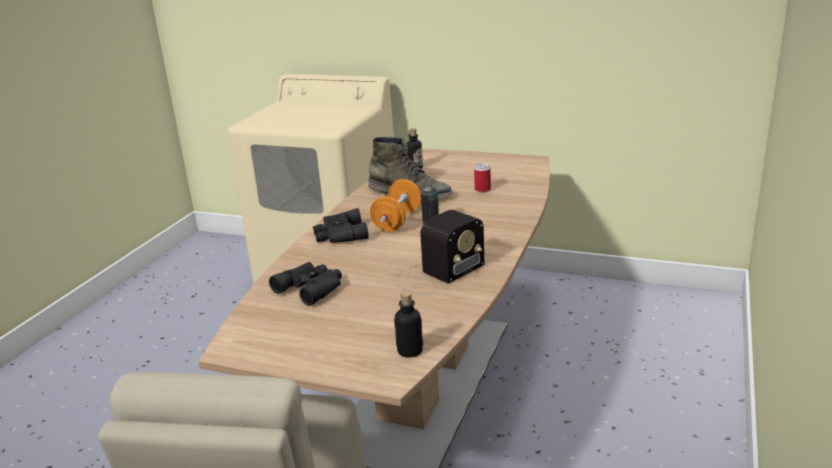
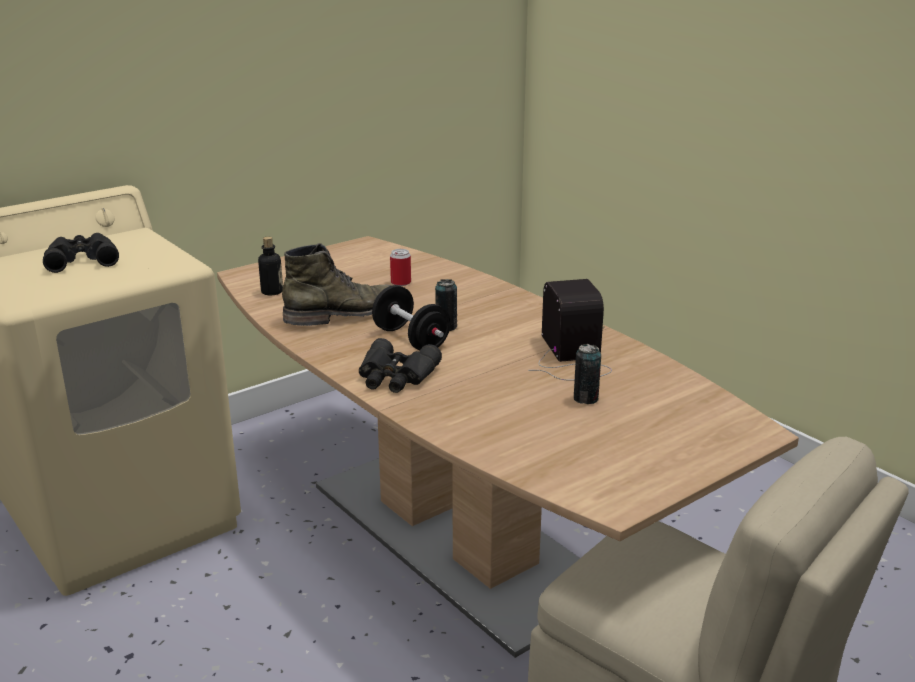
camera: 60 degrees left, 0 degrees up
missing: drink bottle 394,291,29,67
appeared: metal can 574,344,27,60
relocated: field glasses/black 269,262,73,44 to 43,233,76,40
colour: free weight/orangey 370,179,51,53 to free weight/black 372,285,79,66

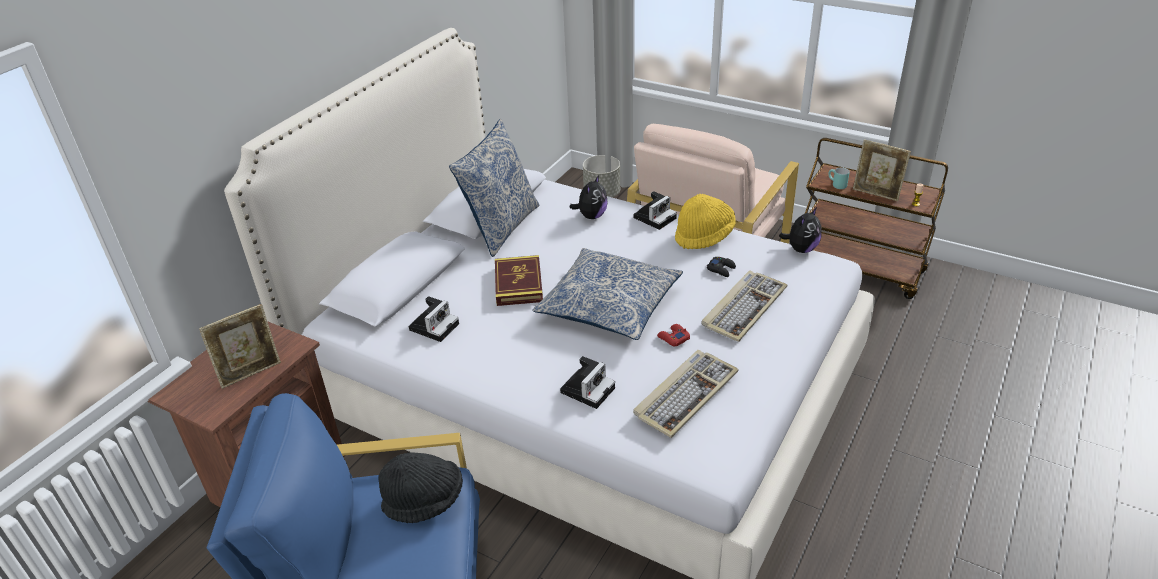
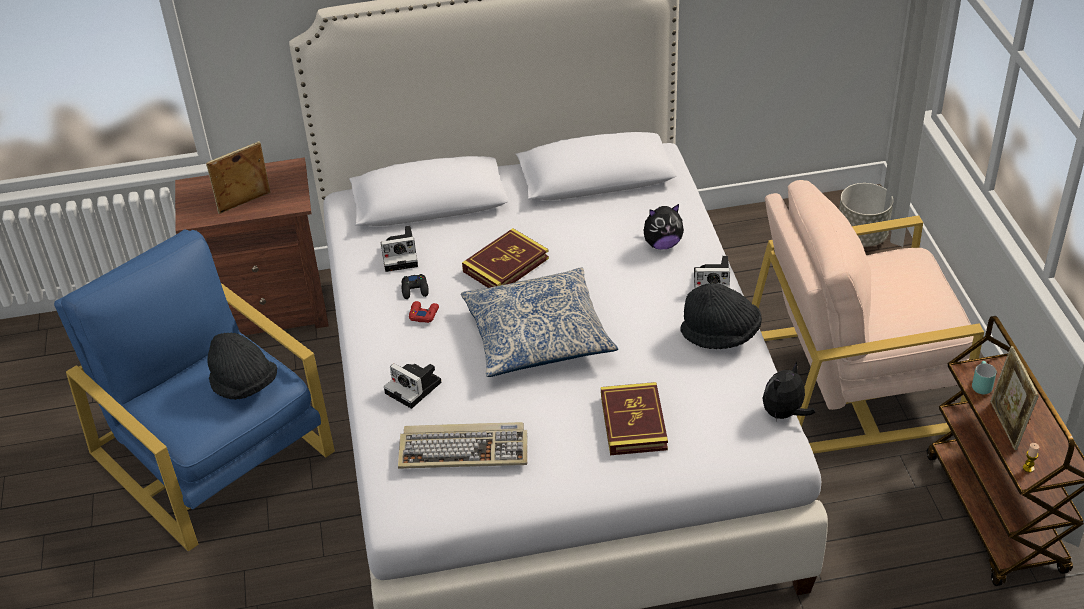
camera: 50 degrees right, 5 degrees up
missing: cushion 449,119,90,138
relocated: gamepad/red 657,324,33,22 to 409,301,30,22; gamepad/black 707,257,29,20 to 402,274,27,25
exchanged: keyboard 701,271,86,71 to book 601,382,67,73
colour: clothing hat/yellow 675,194,61,55 to clothing hat/black 680,283,82,66
spun: standing frame 199,304,82,85 = 206,141,64,73 135 degrees clockwise; still camera 560,356,55,53 = 384,363,57,46 45 degrees clockwise; plush toy 779,207,43,46 = 763,361,52,60 135 degrees clockwise

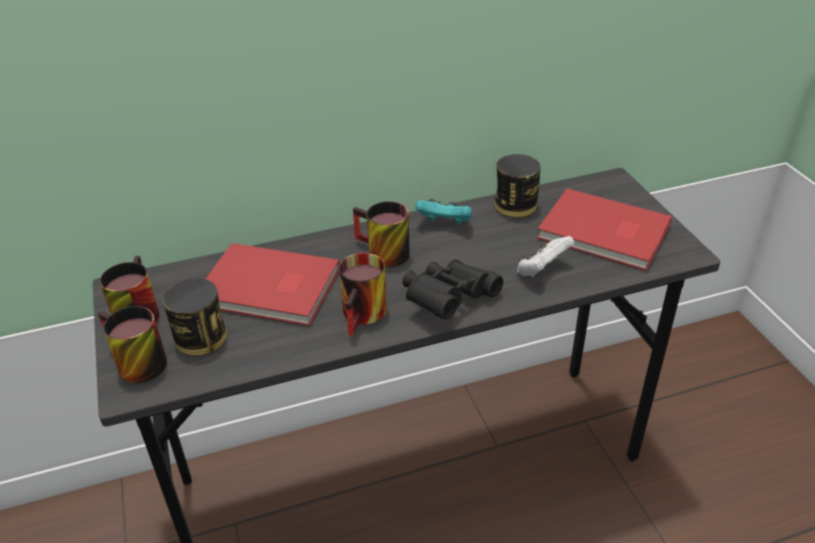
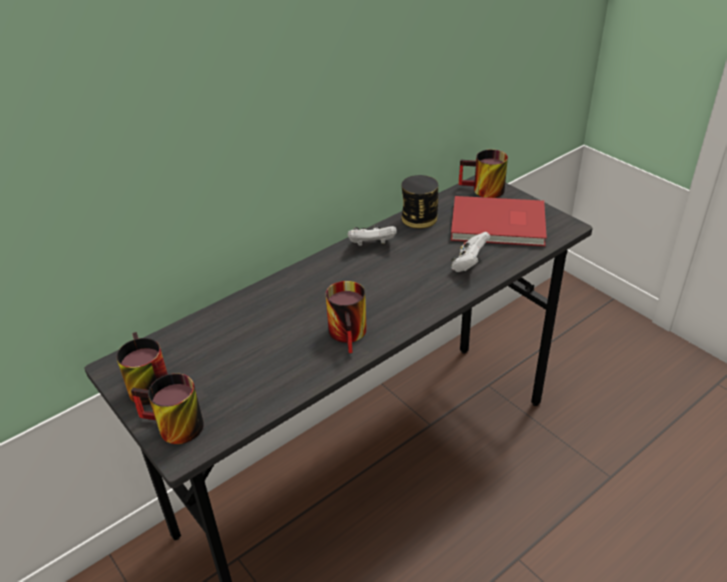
camera: 20 degrees left, 0 degrees up
missing: metal can 163,278,64,78; book/red 206,243,134,83; field glasses/black 403,259,100,60
relocated: mug 353,201,57,66 to 459,149,49,49
colour: gamepad/turquoise 416,199,56,26 to gamepad/white 348,226,49,20

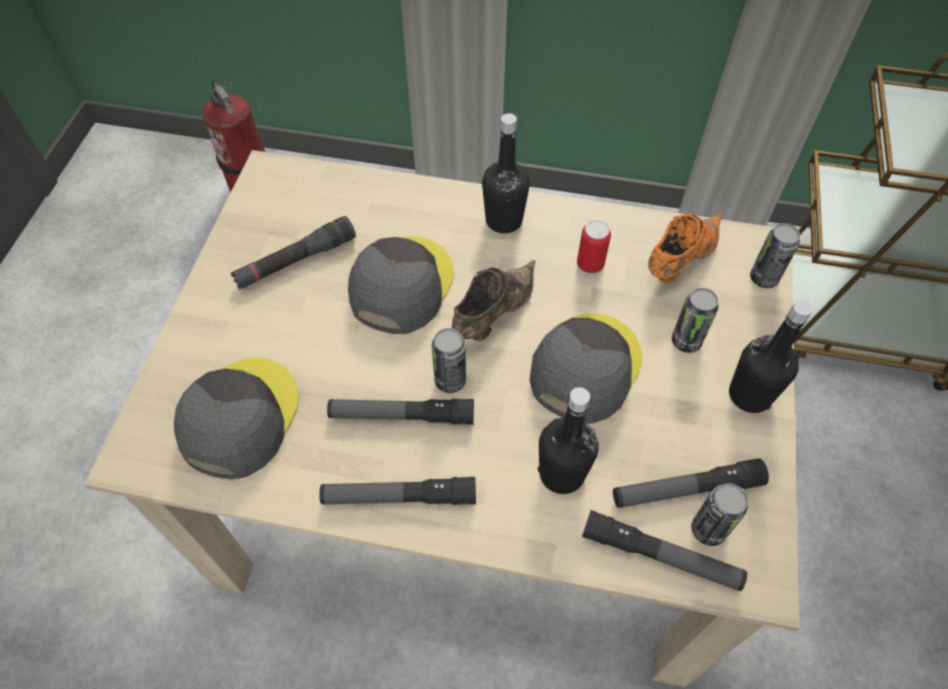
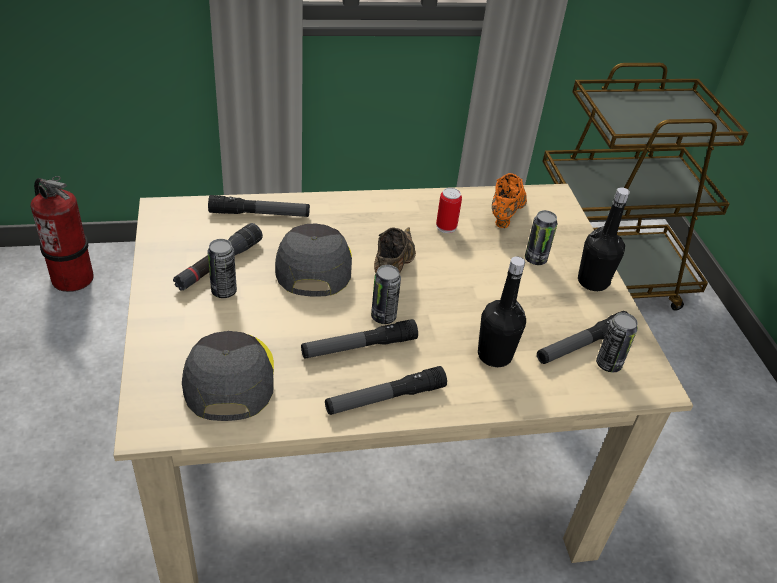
camera: 25 degrees left, 15 degrees down
missing: drink bottle/black 482,113,48,120; peaked cap/grey 529,313,113,111
relocated: torch 582,510,165,81 to 208,195,102,22; metal can 750,223,50,65 to 207,239,30,59

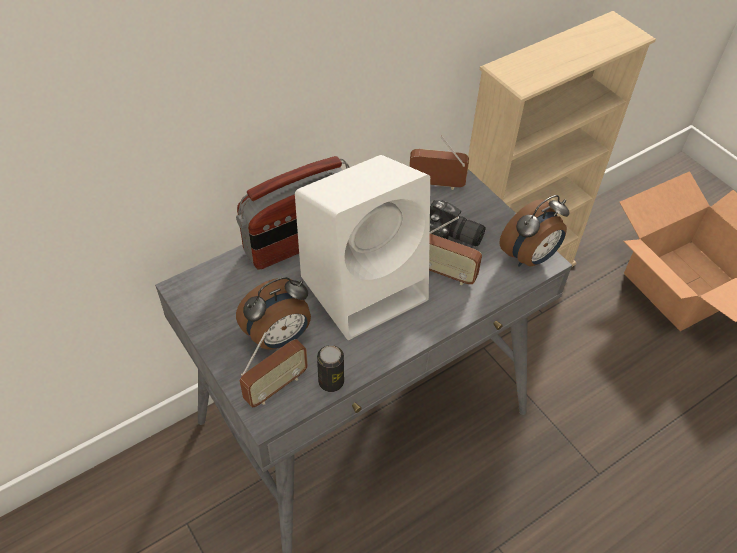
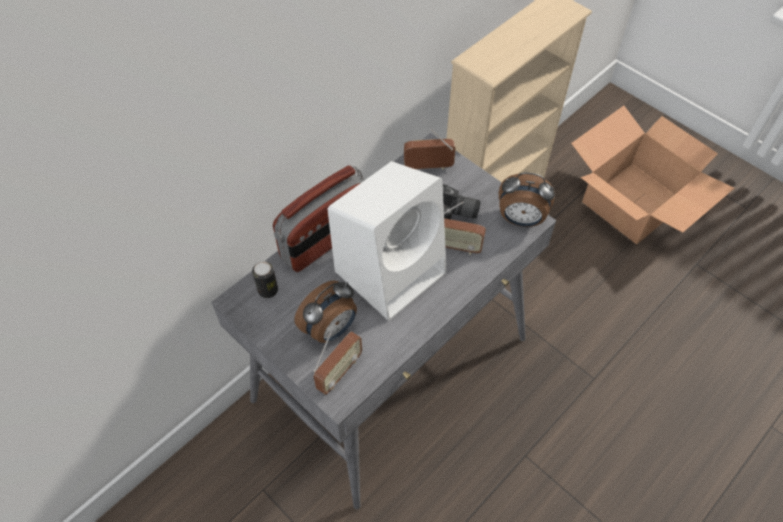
camera: 10 degrees left, 5 degrees up
relocated: metal can 317,345,27,47 to 252,261,26,37
spun: table clock 499,195,70,72 = 499,172,56,55 60 degrees clockwise

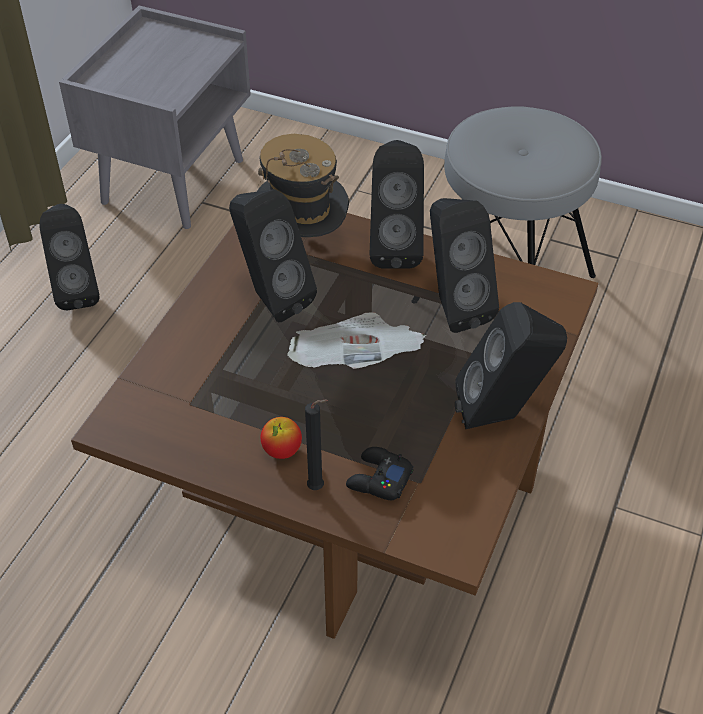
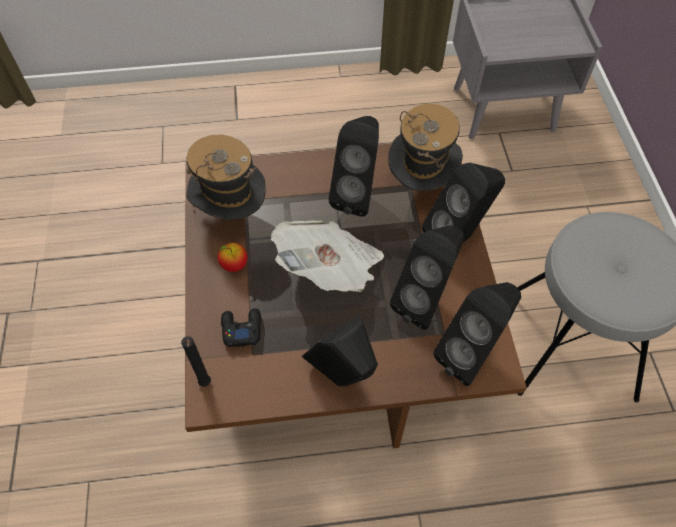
camera: 60 degrees right, 10 degrees up
appeared: clothing hat 186,135,79,85
relocated: loudspeaker/black 39,204,61,106 to 433,282,88,104; candle/black 305,399,23,91 to 181,336,30,51

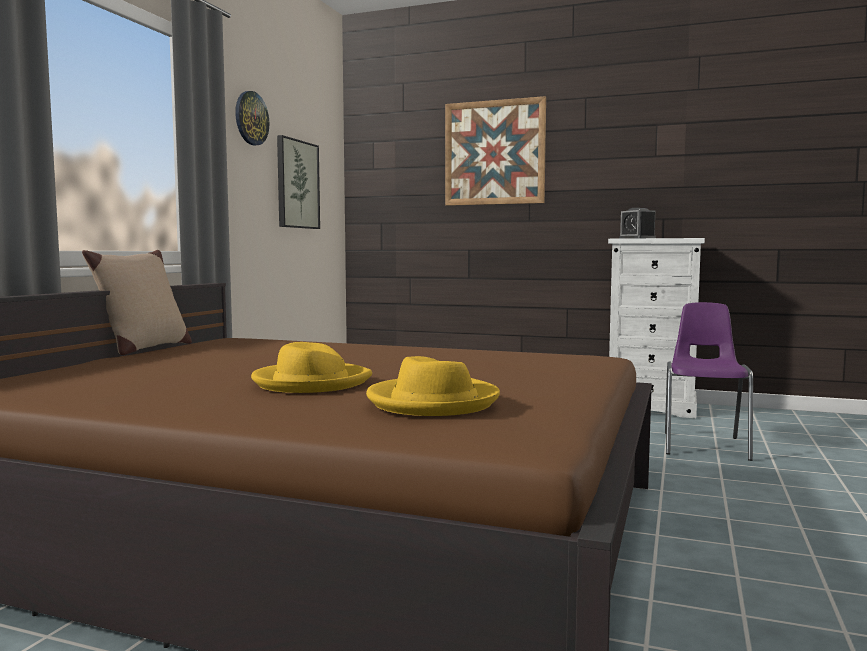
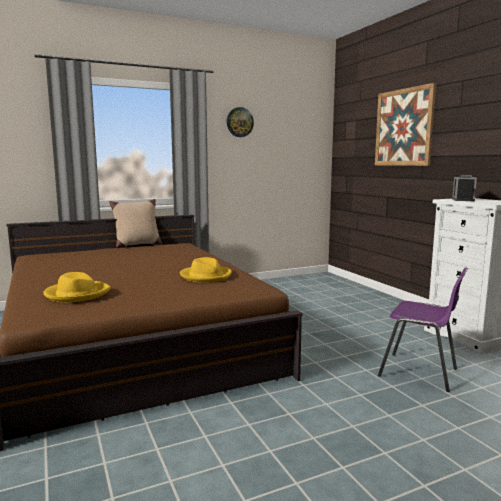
camera: 45 degrees right, 5 degrees up
missing: wall picture 277,135,43,94
relocated: clothing hat/yellow 251,342,121,51 to 180,257,52,25
spun: chair/purple 665,302,88,159 = 378,267,90,125 60 degrees clockwise

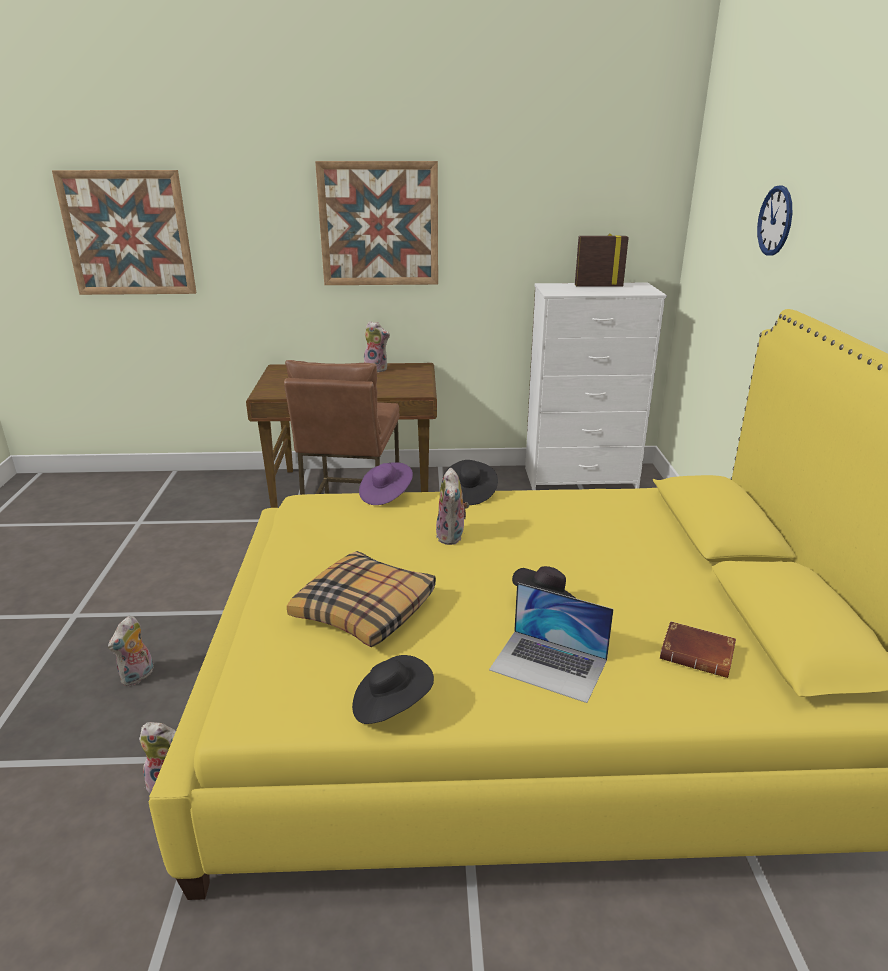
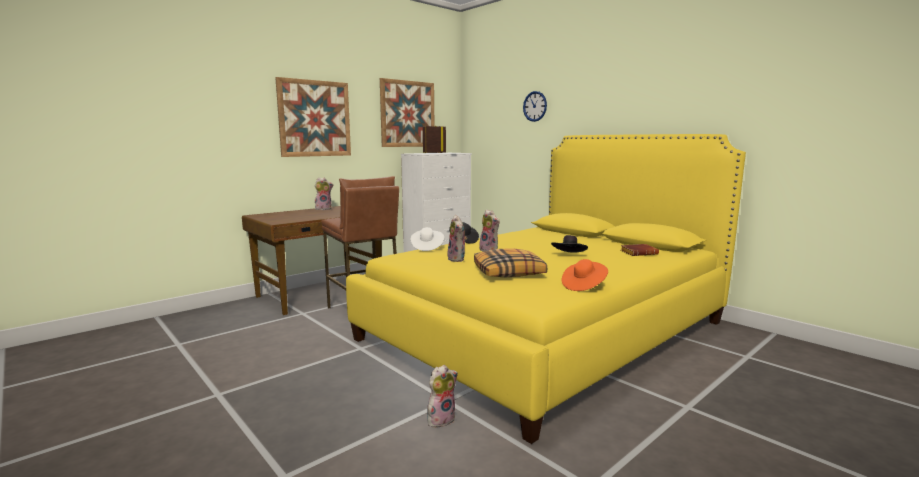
camera: 40 degrees left, 15 degrees down
missing: portable computer 489,582,125,121
relocated: wall picture 52,170,145,125 to 380,78,54,69; plush toy 108,616,46,70 to 447,215,20,47
colour: clothing hat/black 352,655,82,69 to clothing hat/orangey 562,259,46,32; clothing hat/purple 359,462,54,43 to clothing hat/white 410,227,34,24

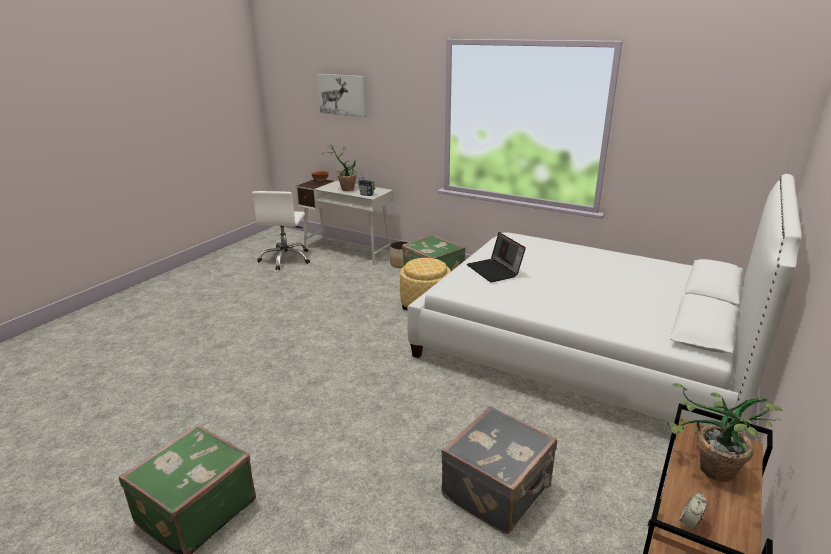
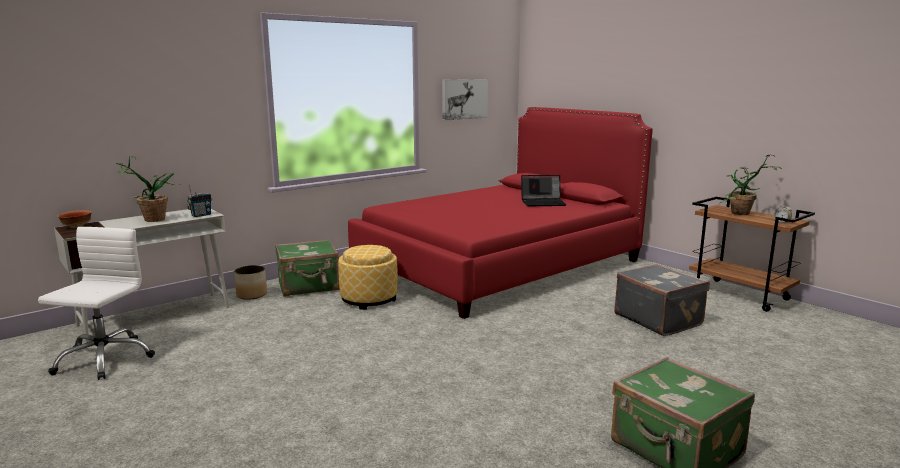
camera: 70 degrees left, 10 degrees down
relocated: wall picture 317,74,50,43 to 442,79,46,42; portable computer 467,232,59,50 to 521,175,46,32
colour: bedroom bed/white 407,174,395,260 to bedroom bed/red 348,107,305,212
spun: computer chair/white 252,191,58,79 = 38,227,117,153 105 degrees counterclockwise

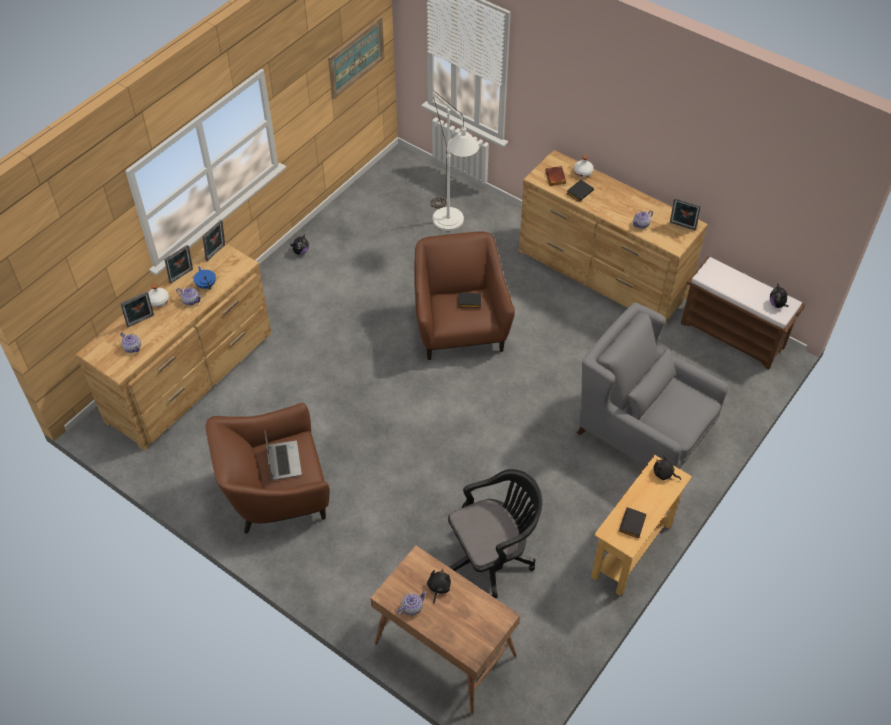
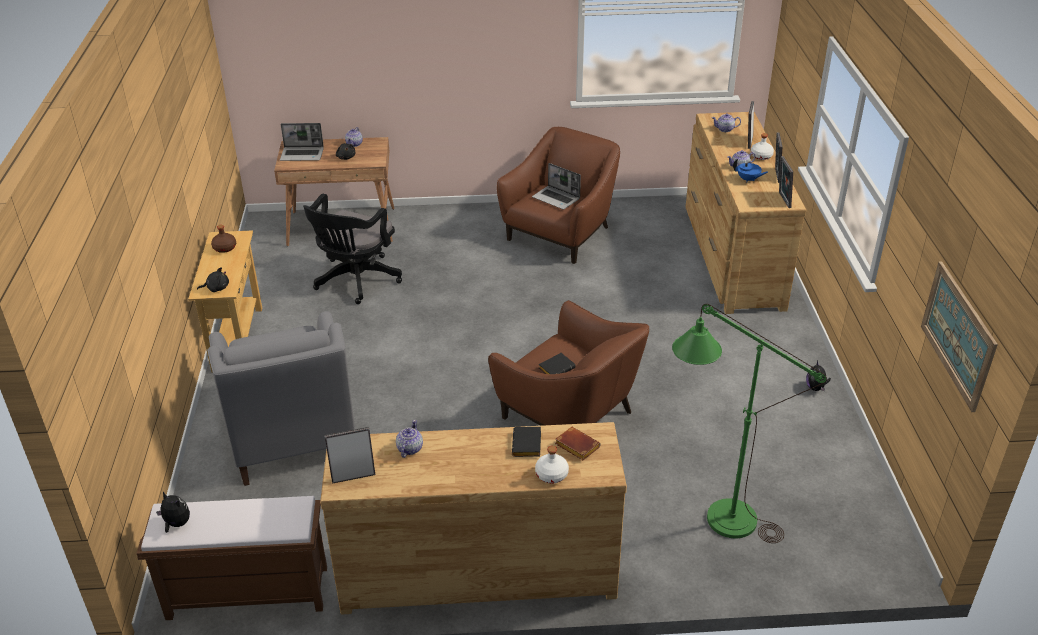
camera: 140 degrees right, 15 degrees down
appeared: portable computer 280,123,44,38
exchanged: book/black 619,507,27,31 to drink bottle/brownish 211,225,25,28
colour: standing lamp/white 430,90,49,141 to standing lamp/green-coloured 672,304,155,239
spun: armchair/grey 576,303,152,166 = 207,311,148,175 75 degrees clockwise

